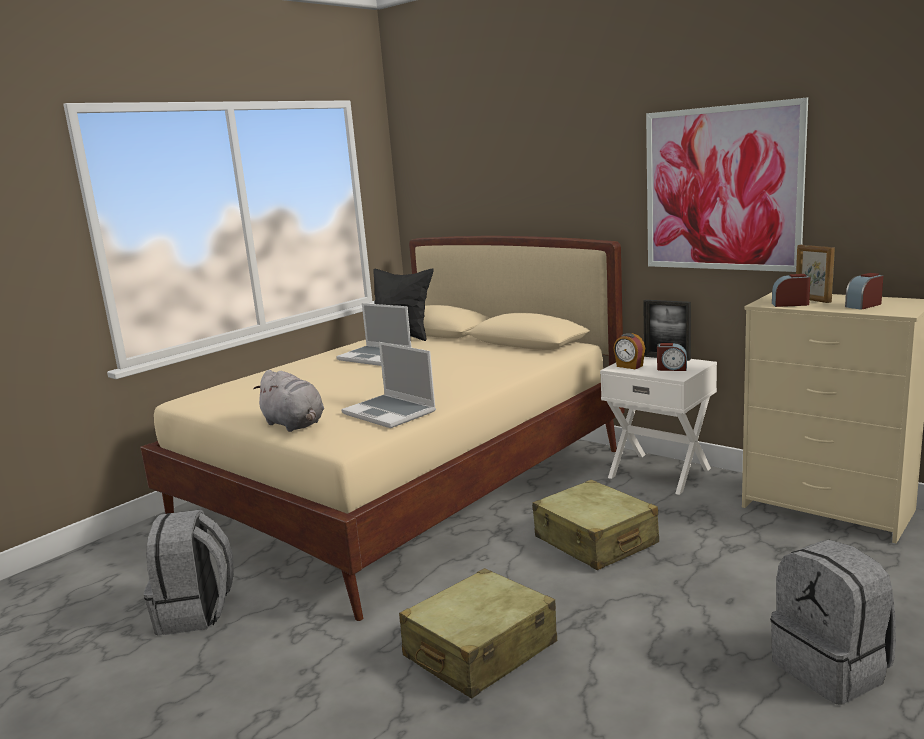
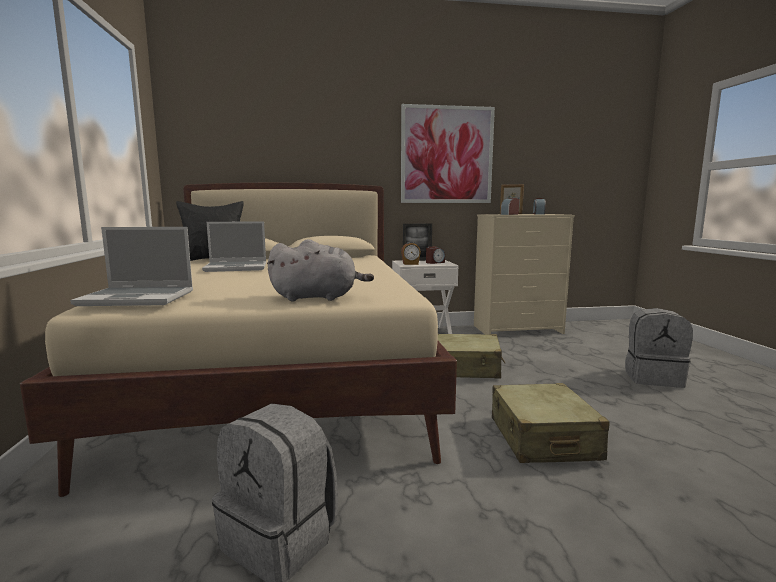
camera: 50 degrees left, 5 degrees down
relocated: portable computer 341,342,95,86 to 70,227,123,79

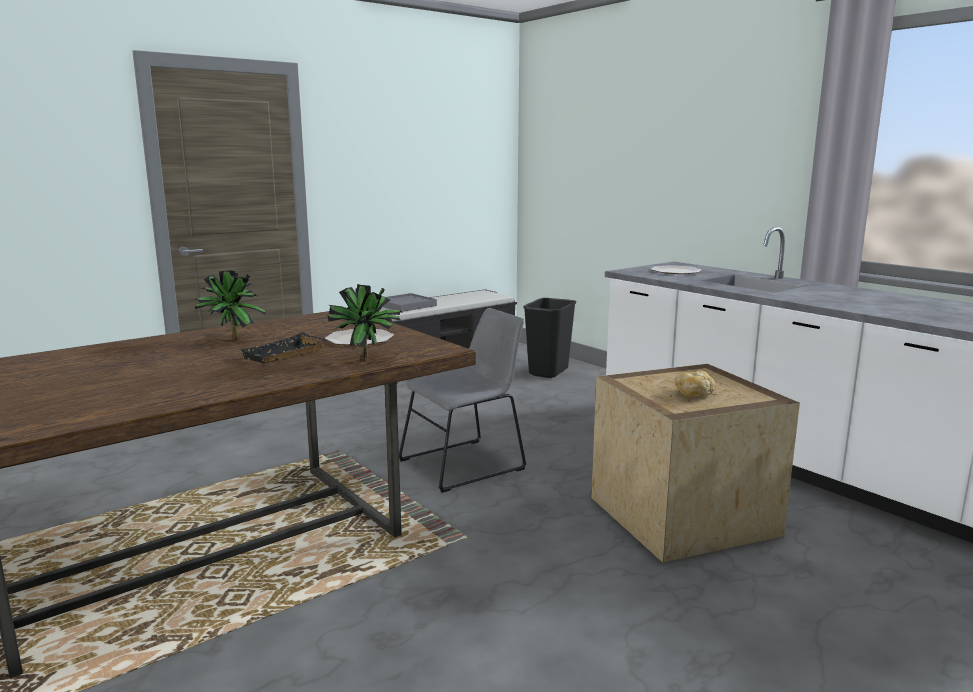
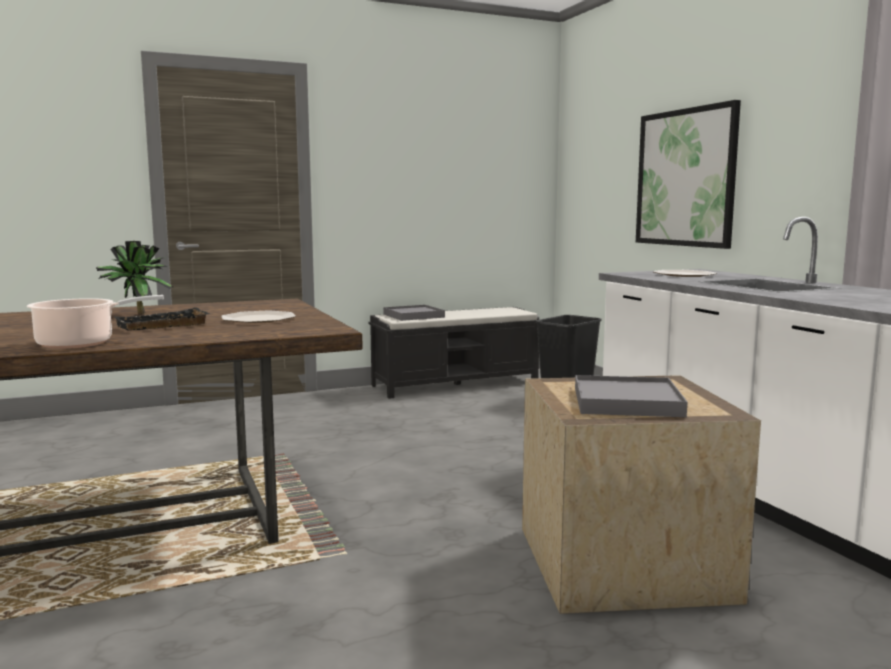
camera: 15 degrees right, 5 degrees down
missing: plant in a pot 327,284,76,77; chair/grey 399,308,127,185
appeared: stockpot 27,295,137,54; wall picture 636,100,105,149
exchanged: bread 675,371,41,26 to carrying tray/grey 575,375,112,42

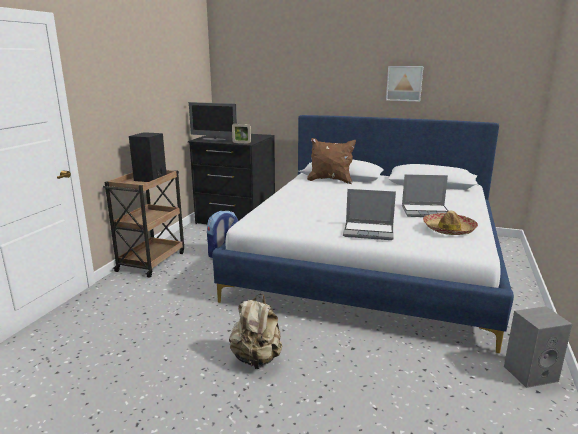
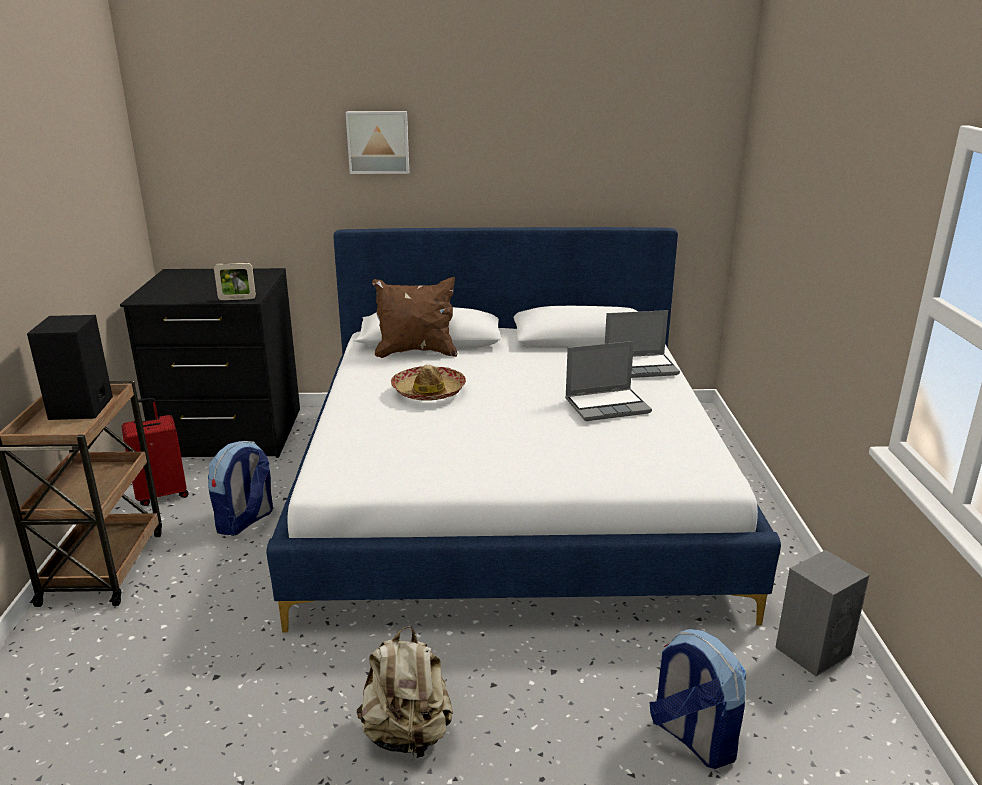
camera: 20 degrees left, 5 degrees up
missing: monitor 189,102,48,39
appeared: piece of luggage/red 122,398,67,108; knapsack 650,629,96,140
relocated: portable computer 343,189,53,51 to 605,310,75,68; wall picture 386,66,37,35 to 346,111,63,63; clothing hat 423,211,55,24 to 391,365,75,36

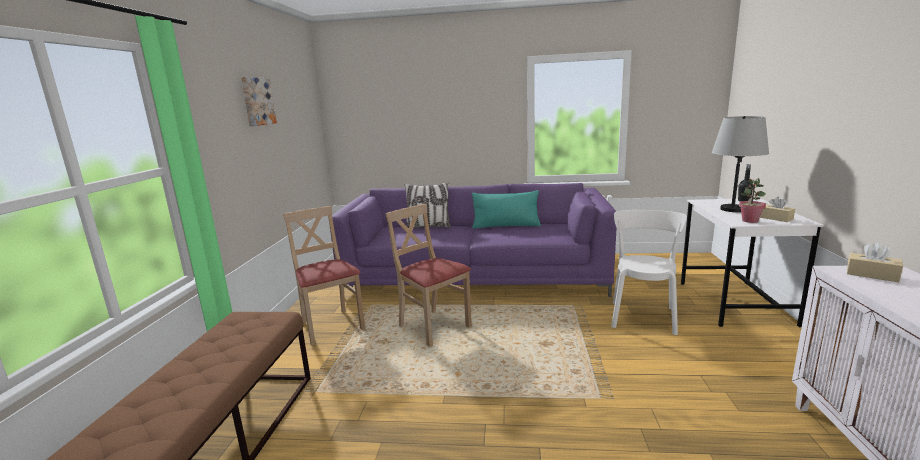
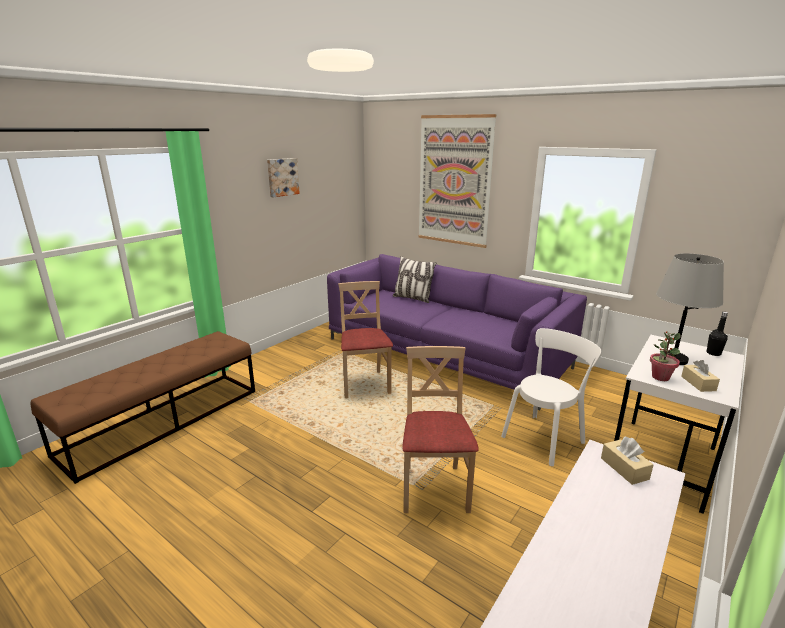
camera: 30 degrees right, 5 degrees up
missing: cushion/turquoise 472,190,69,39
appeared: wall picture 418,114,78,134
relocated: chair/beige 283,206,82,140 to 403,346,76,167

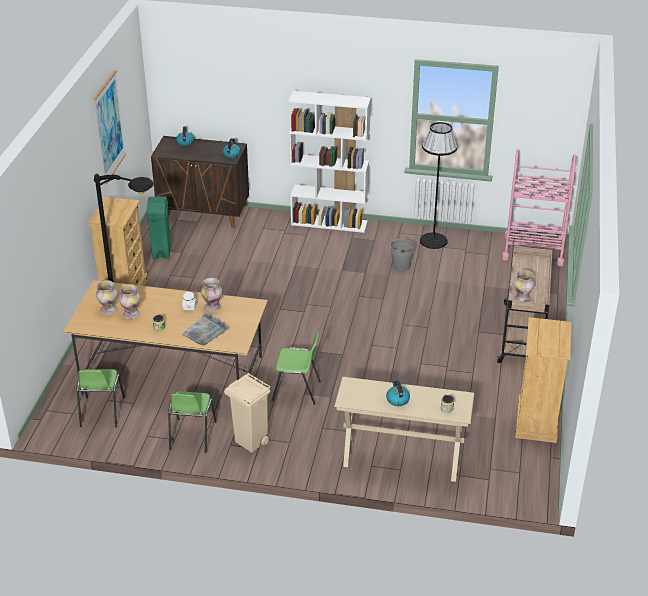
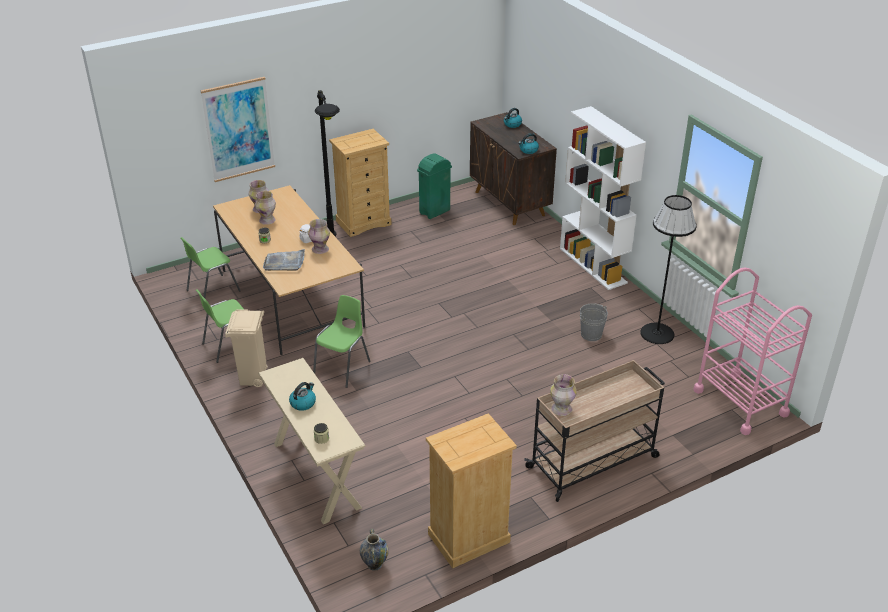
camera: 50 degrees right, 0 degrees up
appeared: decorative vase 360,528,29,43
relocated: wall picture 93,70,33,115 to 201,77,74,105
spun: chair/green-coloured 271,332,50,73 = 313,295,57,93 120 degrees counterclockwise

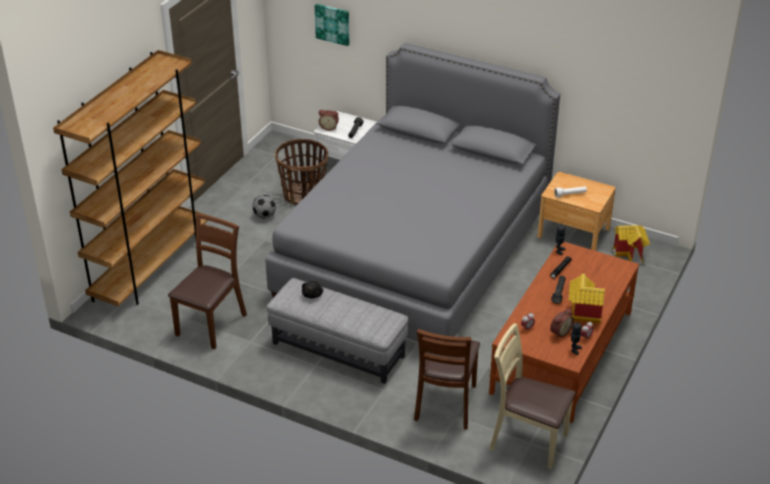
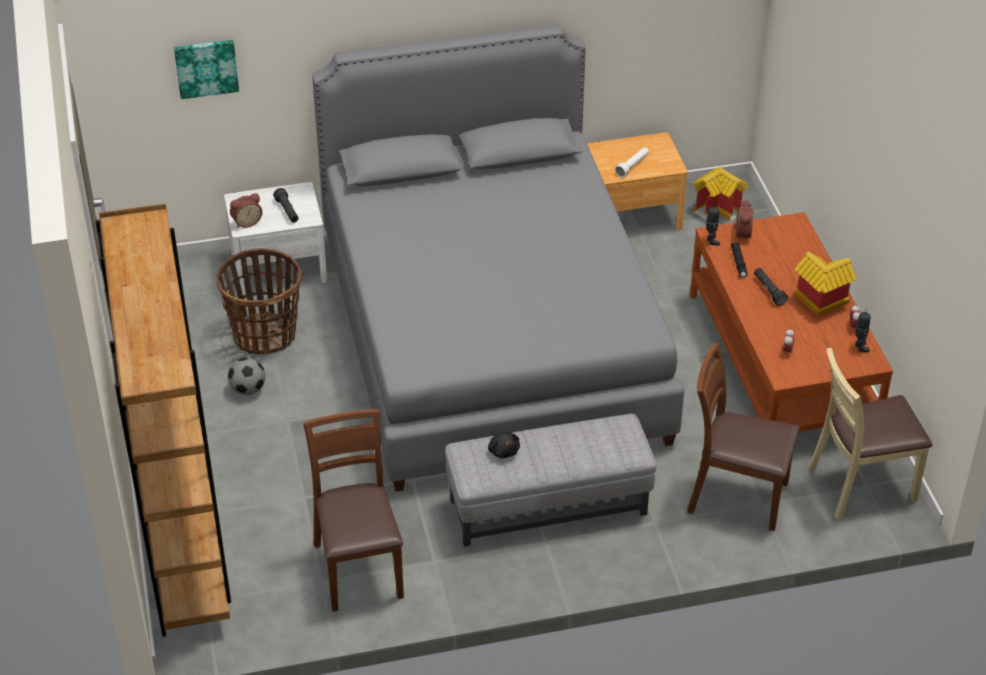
camera: 40 degrees left, 5 degrees up
relocated: table clock 550,308,24,30 to 733,200,20,42
spun: chair/brownish 414,329,66,100 = 687,342,113,189 135 degrees clockwise

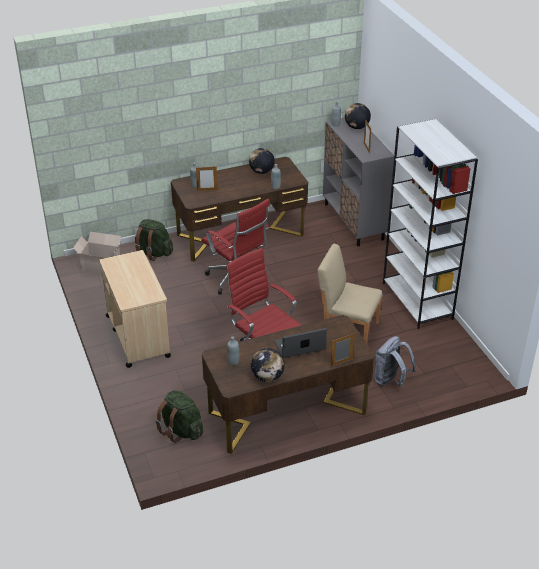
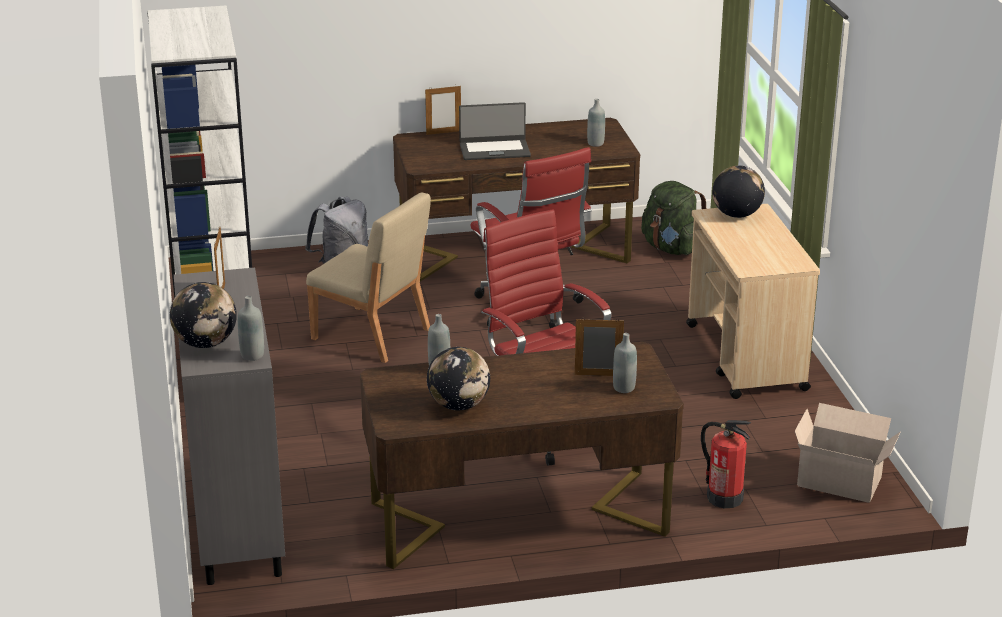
camera: 170 degrees left, 10 degrees down
relocated: globe 251,348,34,34 to 712,166,53,52
exchanged: knapsack/green-coloured 135,219,38,42 to fire extinguisher 701,420,50,88

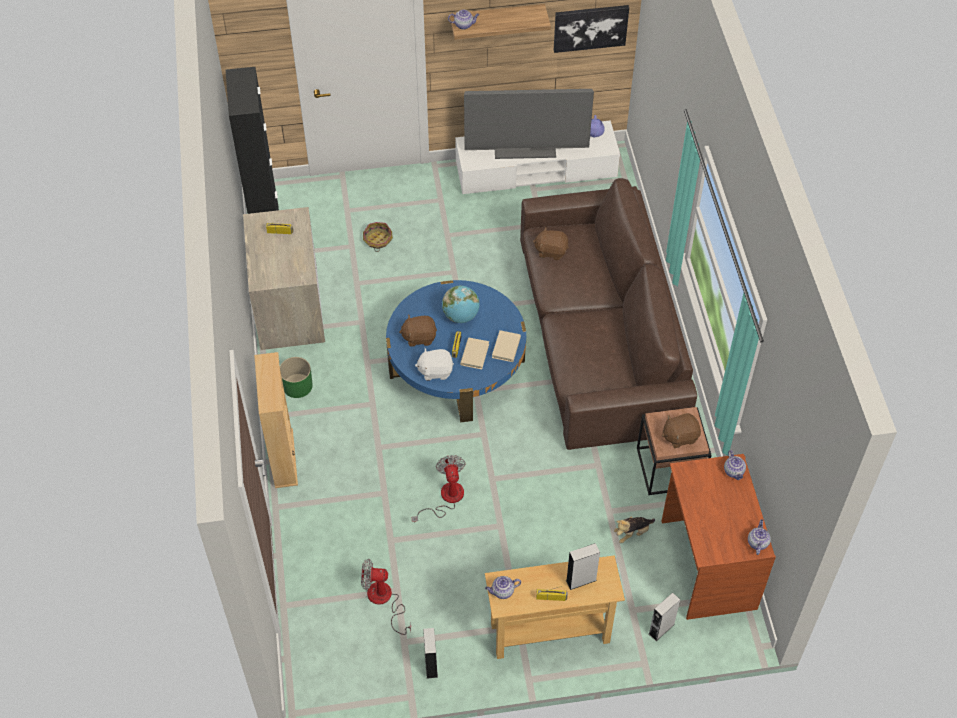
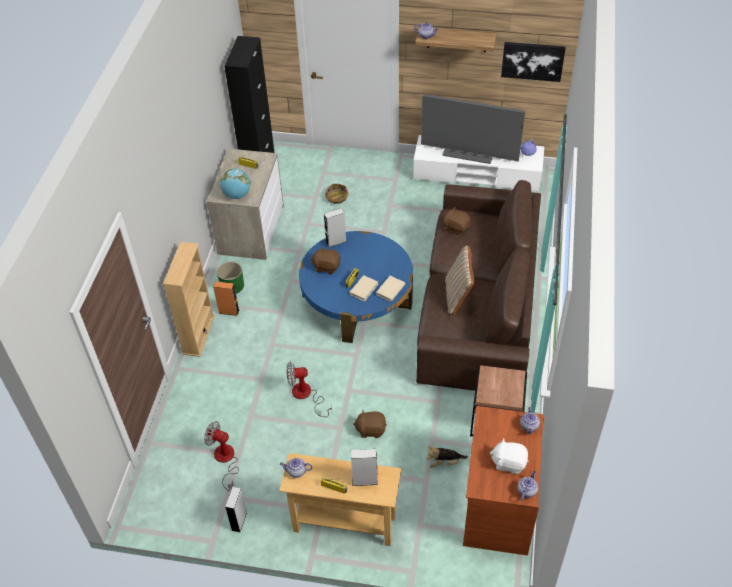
camera: 20 degrees right, 5 degrees down
appeared: loudspeaker/orangey 213,281,26,35; cushion/beige 445,245,29,70
relocated: plush toy/white 415,348,39,32 to 490,438,38,36; globe 442,285,37,38 to 220,169,31,30; loudspeaker/grey 649,592,31,49 to 324,208,23,39; plush toy/brownish 662,413,39,35 to 353,409,34,29
spun: electric fan 412,455,53,68 = 286,361,46,56 105 degrees counterclockwise

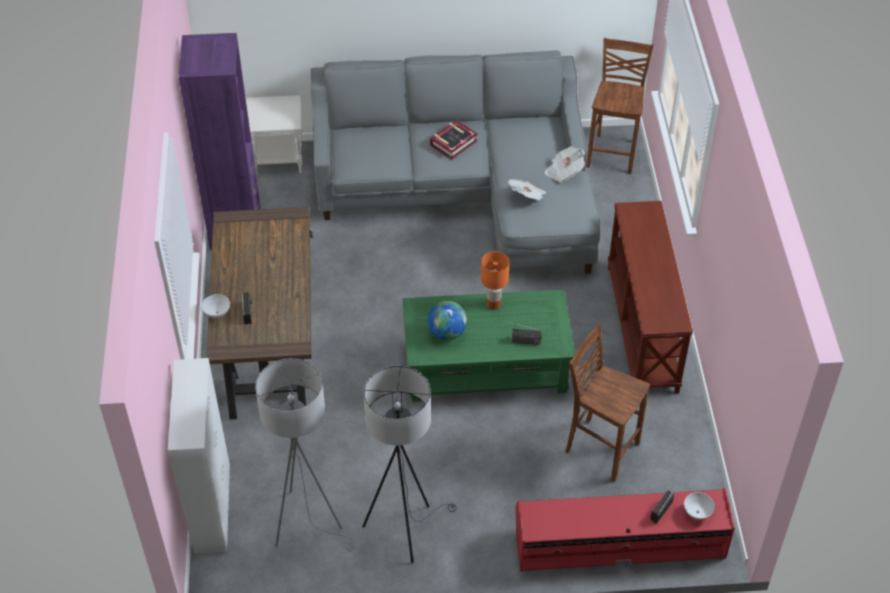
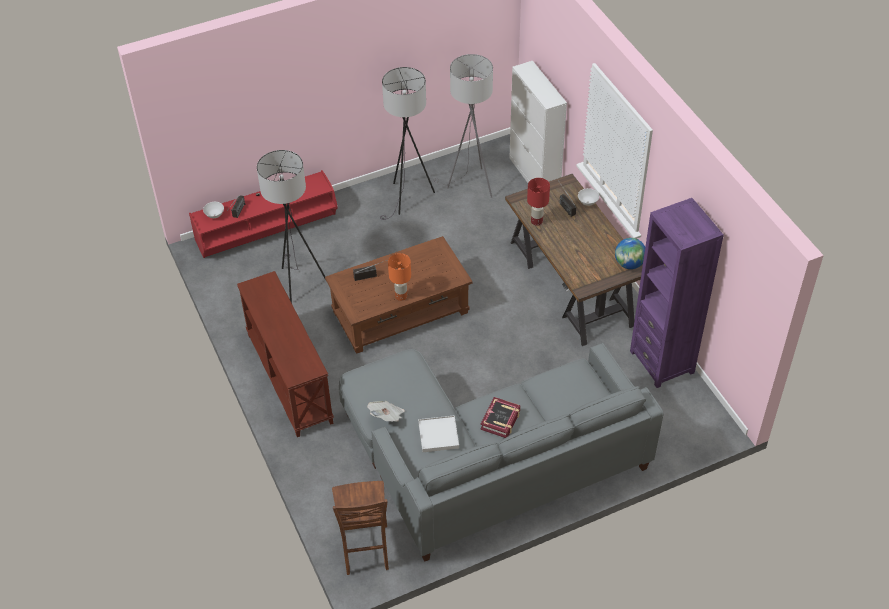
camera: 160 degrees right, 0 degrees up
missing: end table/white 246,95,56,81; printed paper 508,179,39,21
appeared: carrying tray/white 418,415,41,37; tabletop lamp/red 527,178,23,48
relocated: globe 428,301,39,39 to 615,238,30,31
exchanged: stool seat/brownish 565,323,85,158 to standing lamp/grey 257,150,69,153
colour: low table/green-coloured 403,290,172,112 to low table/brownish 325,236,148,118

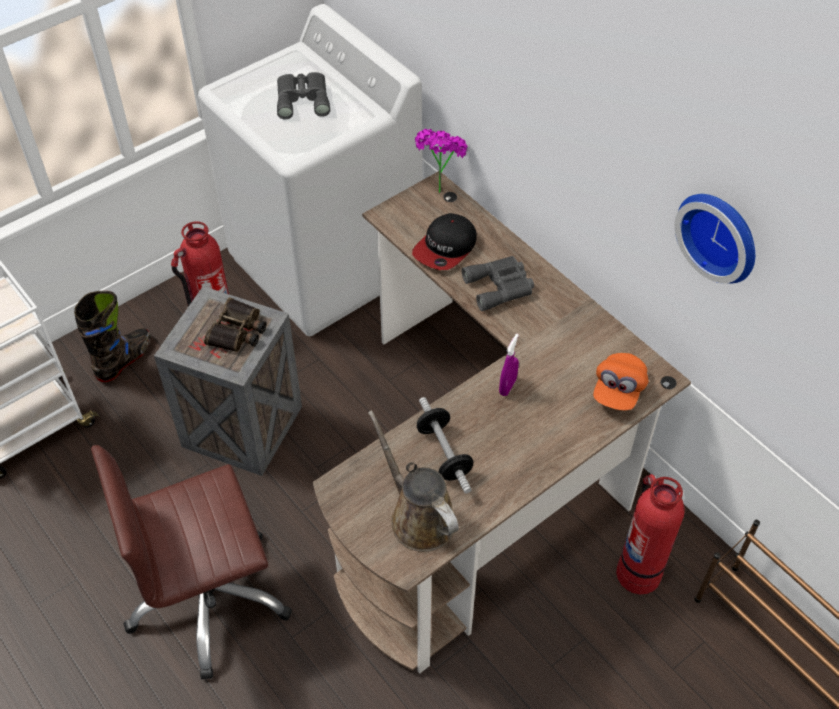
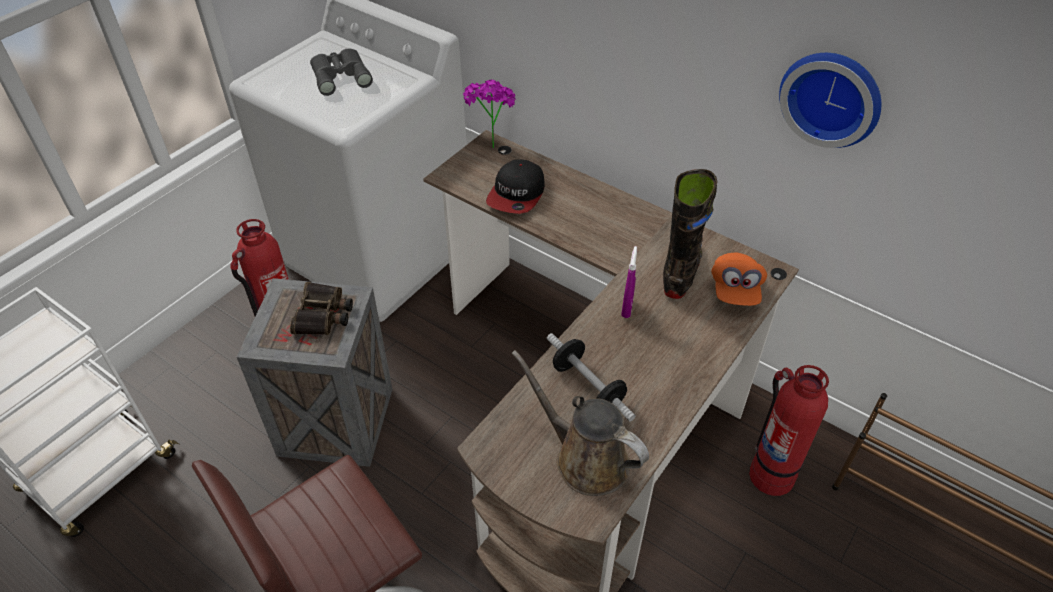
camera: 15 degrees left, 5 degrees down
missing: field glasses/grey 461,256,73,55
relocated: tall boot/black 74,291,77,91 to 663,169,55,130

